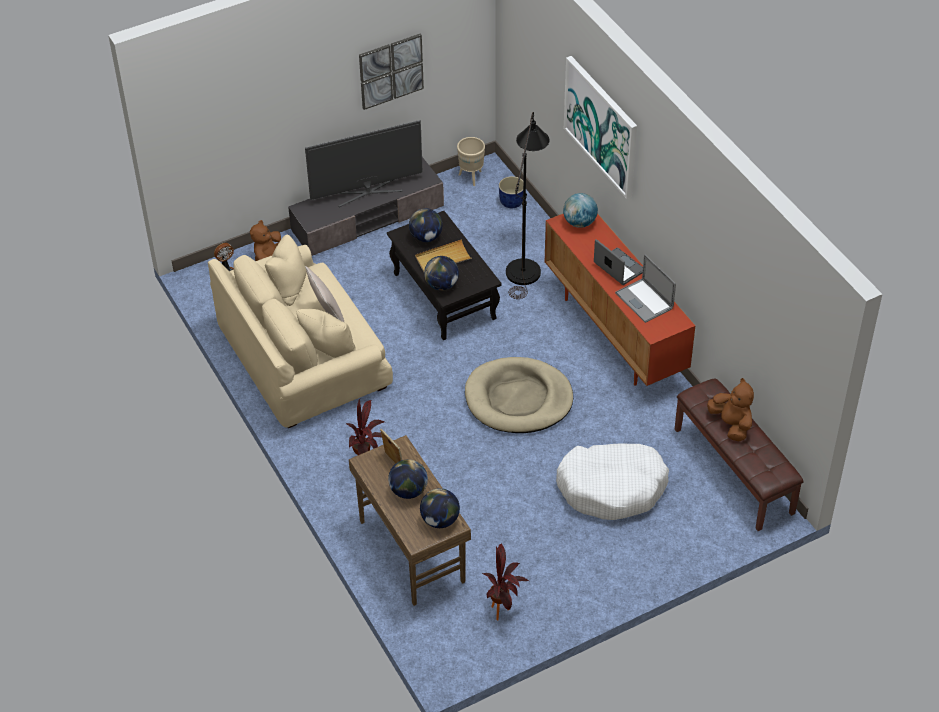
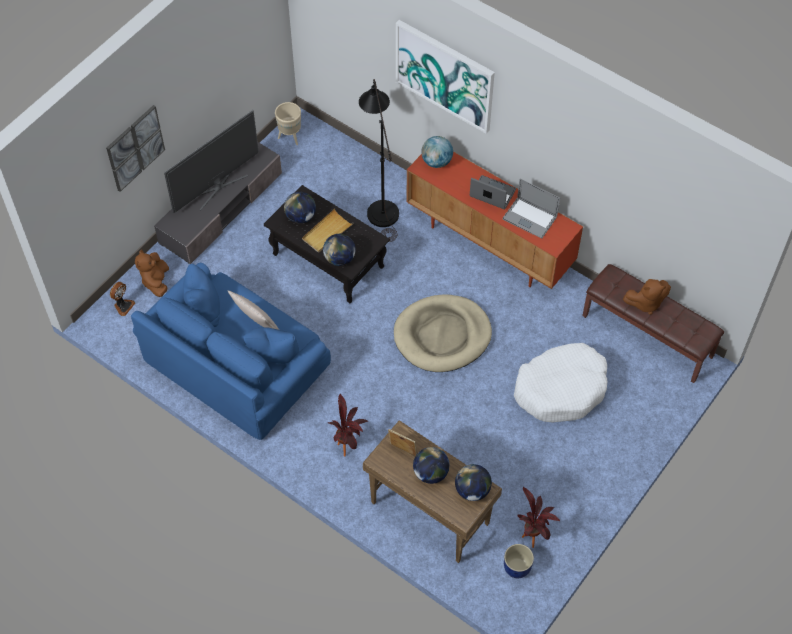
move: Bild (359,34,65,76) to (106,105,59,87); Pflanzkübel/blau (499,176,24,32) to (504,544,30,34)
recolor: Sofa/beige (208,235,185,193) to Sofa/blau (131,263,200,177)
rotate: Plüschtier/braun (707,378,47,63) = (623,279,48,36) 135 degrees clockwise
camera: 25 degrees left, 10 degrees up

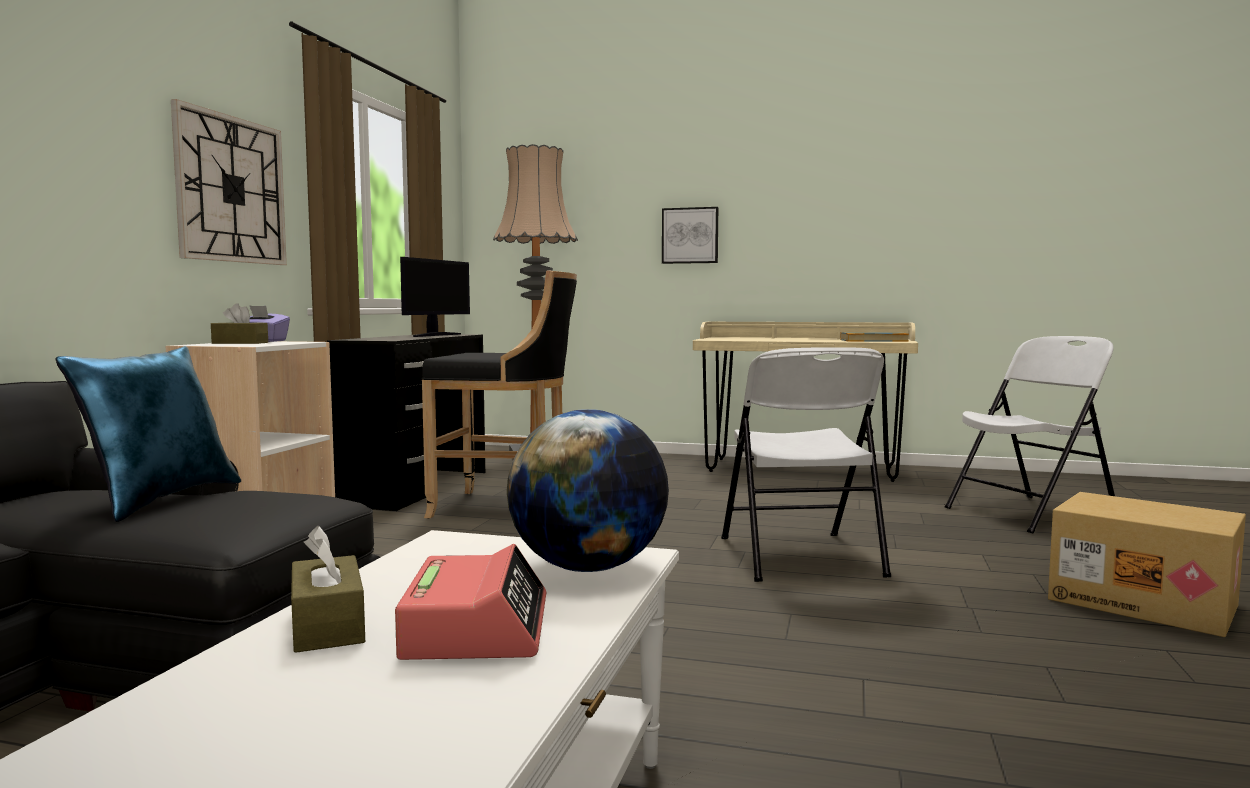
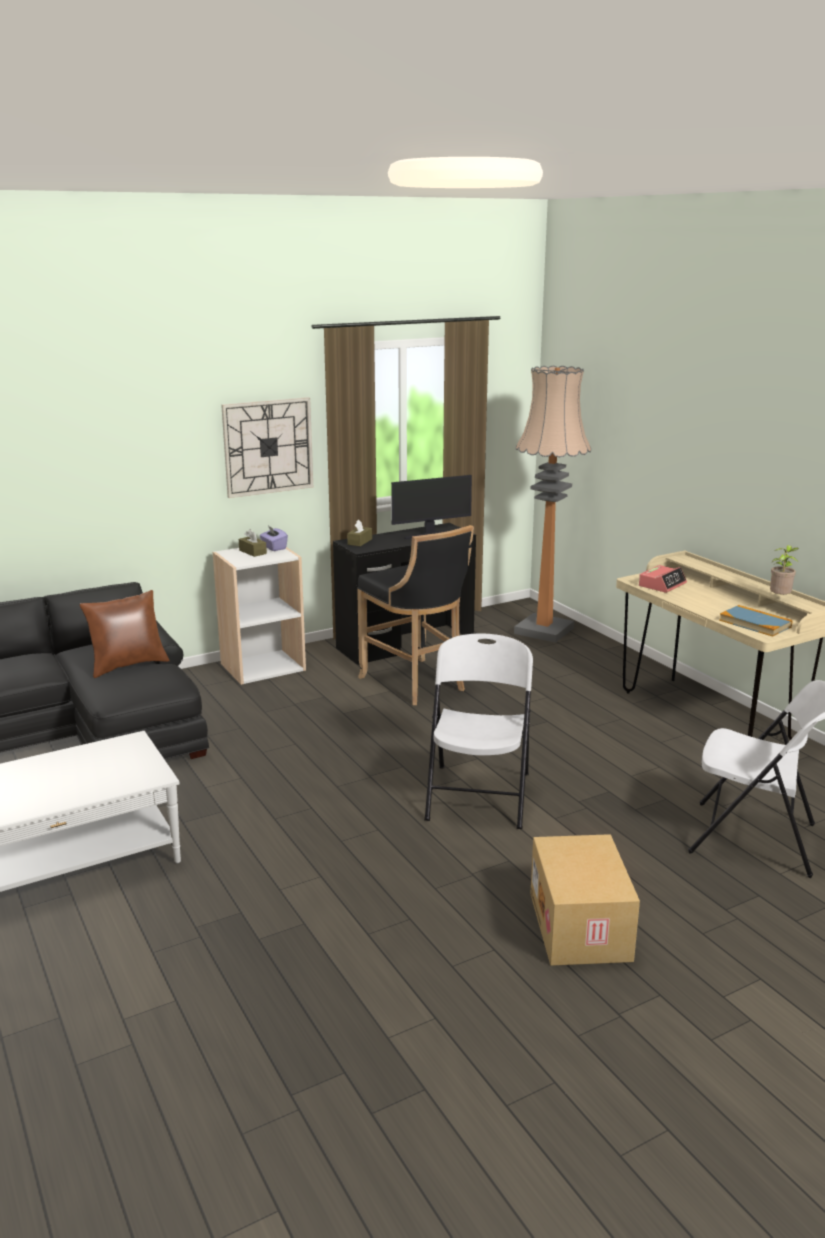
delete: Globus (507,409,162,163); Bild (662,207,56,57)
insert: Topfpflanze (770,545,29,50)
move: Taschentuchbox/braun (291,526,74,127) to (347,519,25,27); Wecker (395,544,151,116) to (639,565,48,28)
recolor: Kissen/blau (56,346,185,176) to Kissen/braun (79,590,91,88)
rotate: Stuhl/weiß (721,347,170,235) = (424,634,109,195) 150 degrees clockwise
camera: 45 degrees right, 15 degrees up

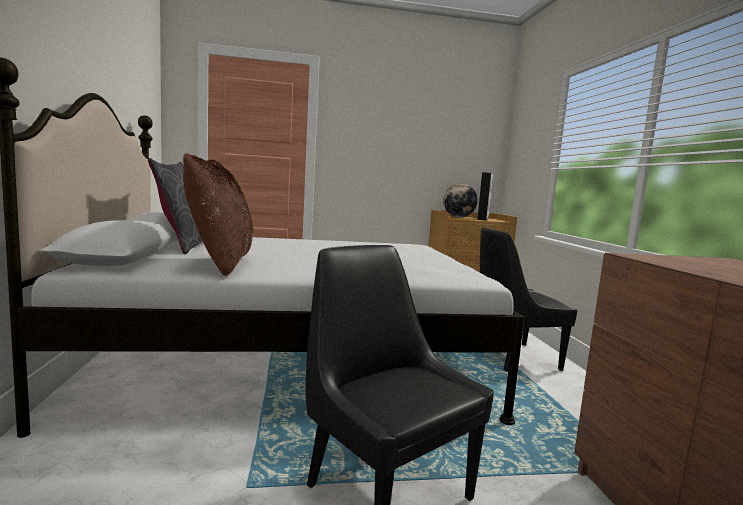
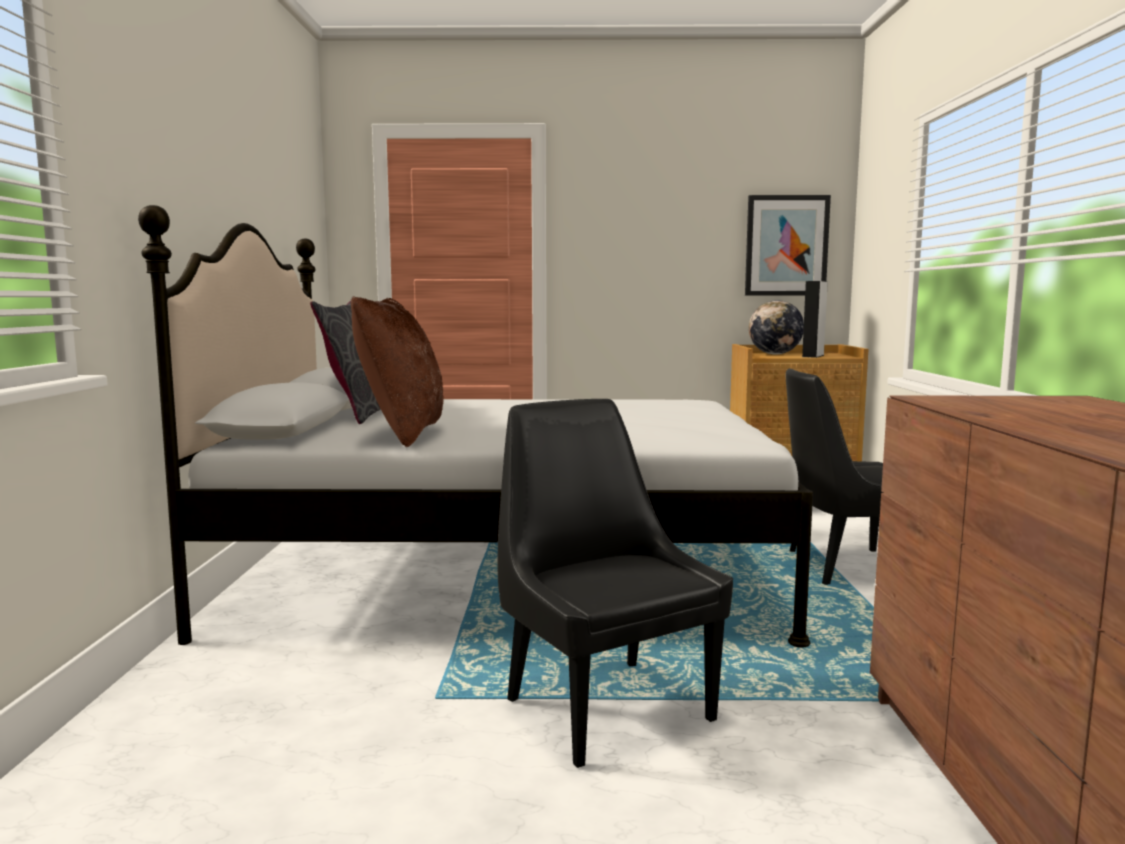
insert: Bild (745,195,86,101)
camera: 10 degrees right, 0 degrees up

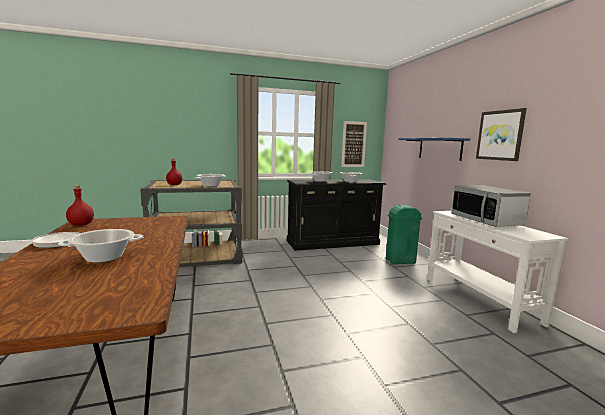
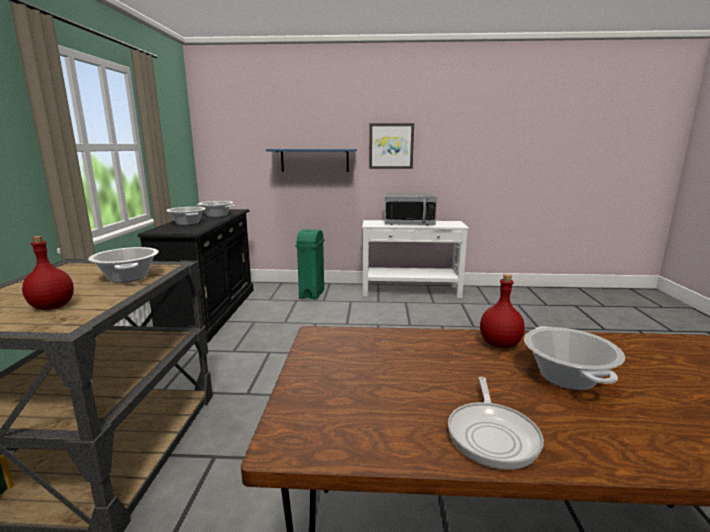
delete: Bild (341,121,26,46)
move: Flasche/rot (66,185,28,41) to (480,274,45,74)
camera: 70 degrees left, 5 degrees up

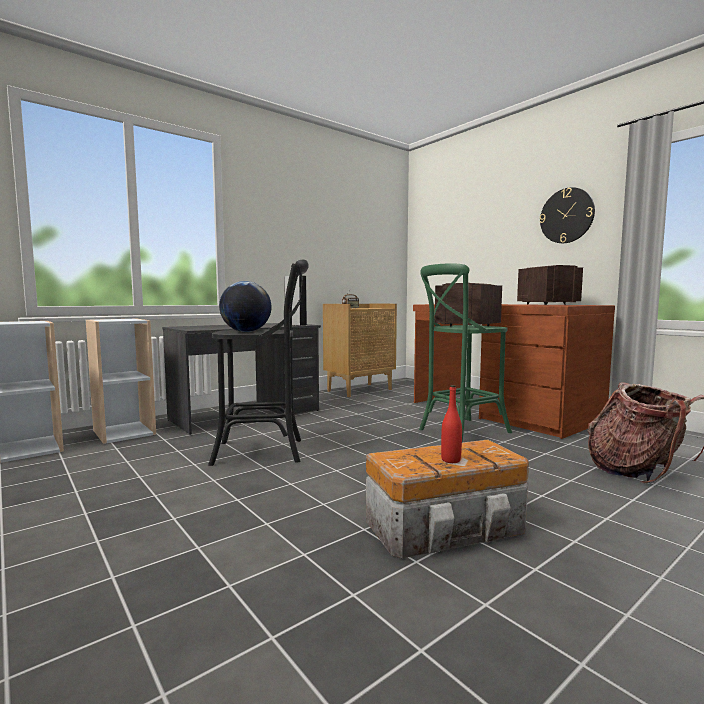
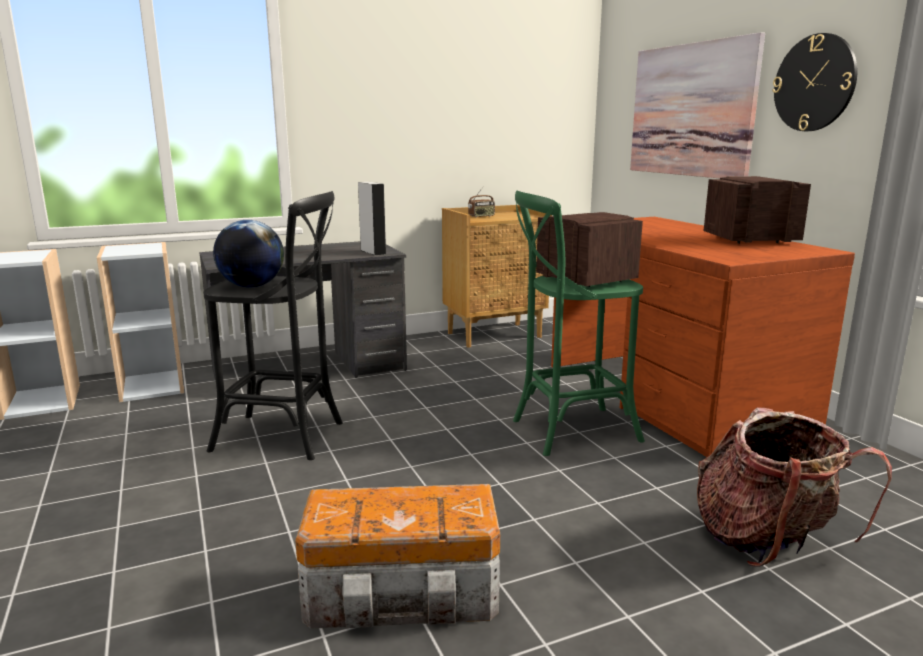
delete: Flasche/rot (441,385,21,78)
insert: Bild (630,32,135,146)
camera: 15 degrees right, 10 degrees up

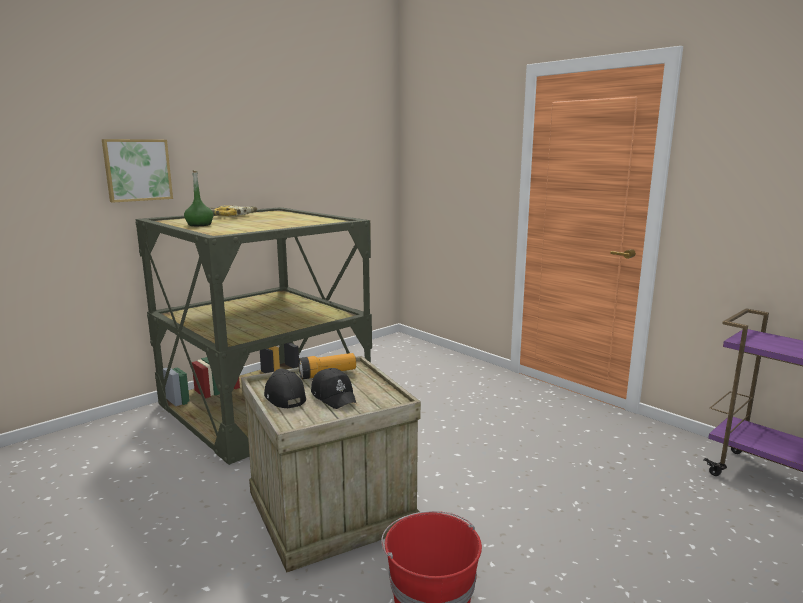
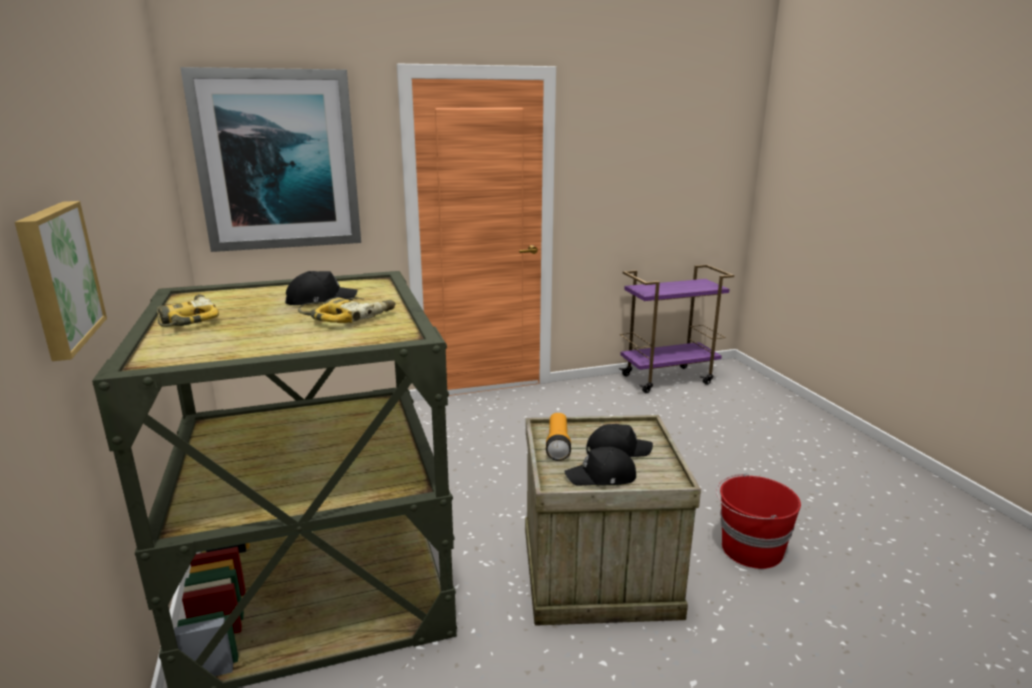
delete: Flasche/grün (184,170,30,56)
insert: Bild (180,67,181,185); Kappe/schwarz (285,271,73,34); Bohrmaschine (298,297,97,26)
camera: 65 degrees left, 5 degrees up

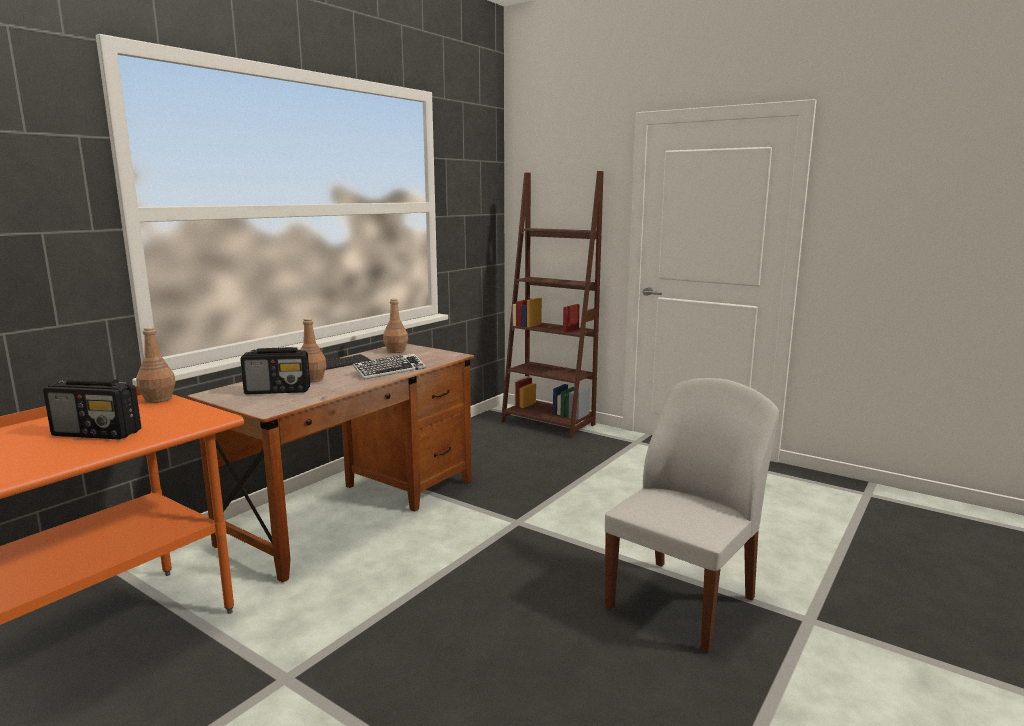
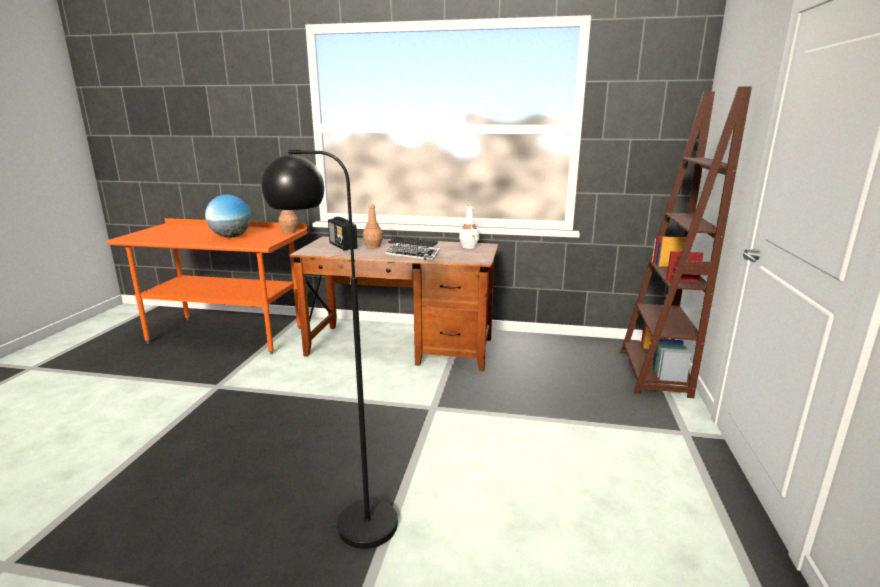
replace: Radio (43,377,98,62) to Globus (205,194,46,43); Stuhl/weiß (605,378,174,275) to Stehlampe/schwarz (261,150,137,399)
recolor: Flasche/braun (383,298,25,55) to Flasche/weiß (459,204,20,45)
camera: 65 degrees right, 5 degrees up

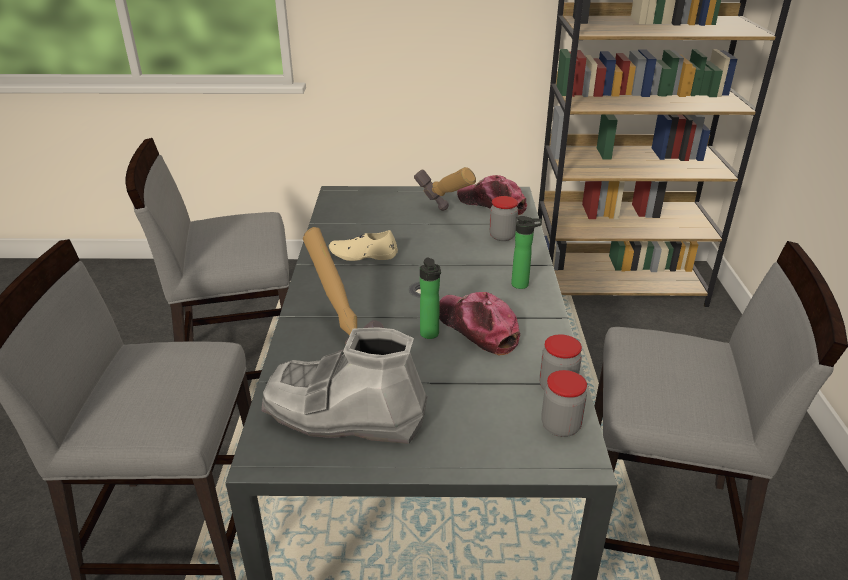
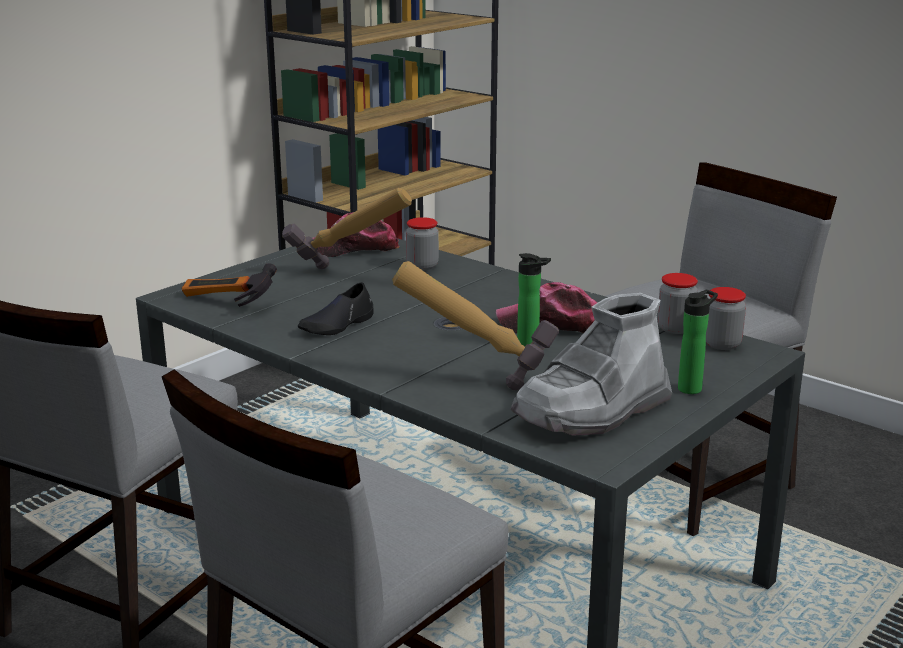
insert: Hammer (181,263,96,44)
move: Flasche (511,216,31,73) to (678,290,40,104)
recolor: Schuh/beige (329,230,69,31) to Schuh/schwarz (298,282,76,53)
camera: 50 degrees left, 10 degrees down

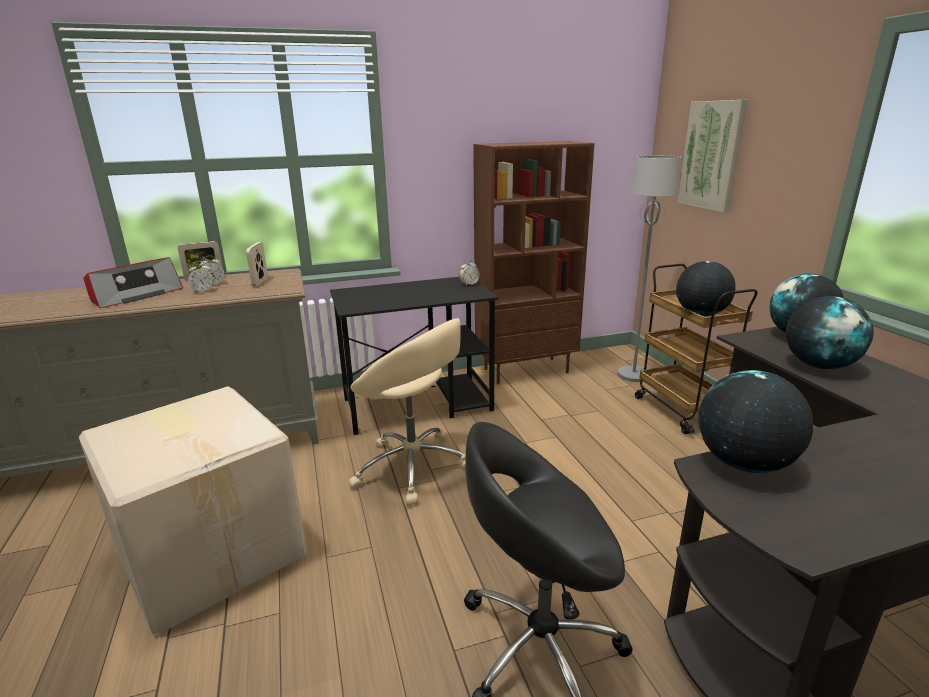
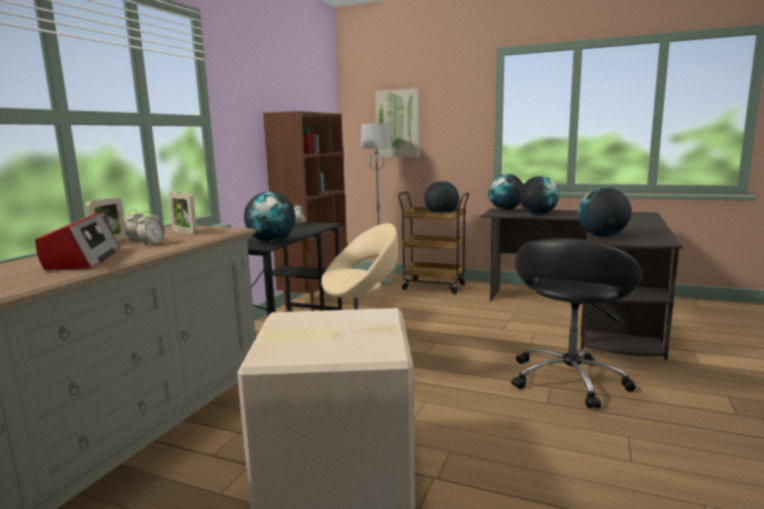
insert: Globus (244,192,51,50)
camera: 50 degrees left, 10 degrees down

